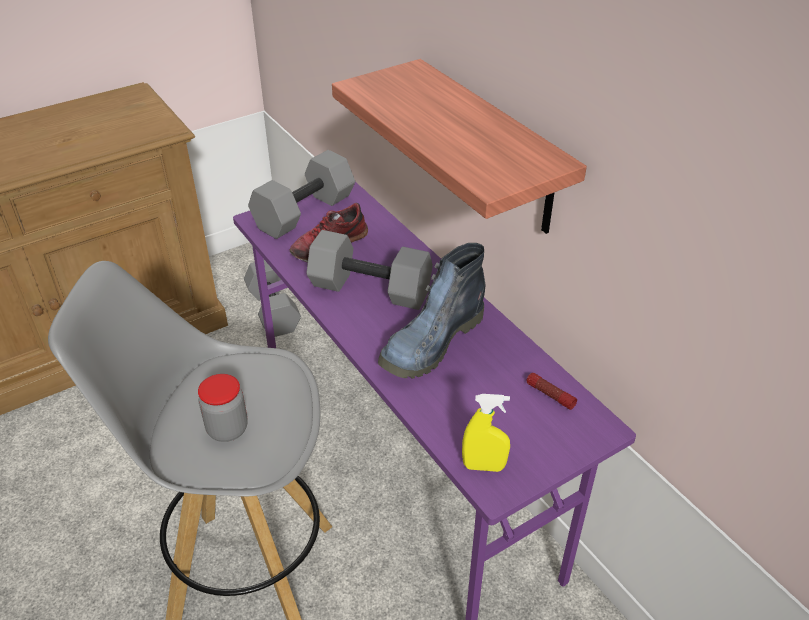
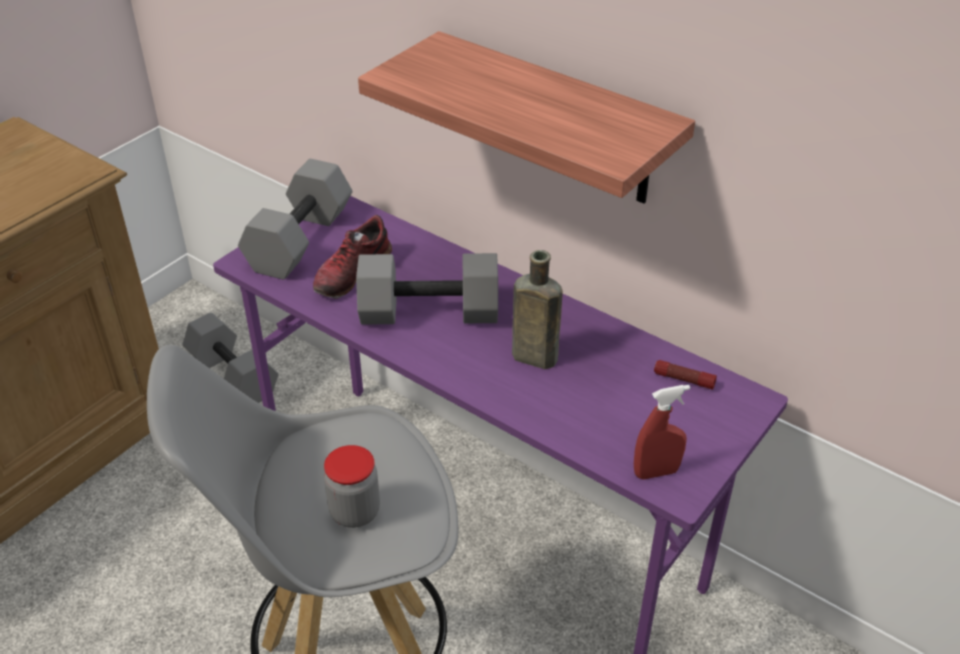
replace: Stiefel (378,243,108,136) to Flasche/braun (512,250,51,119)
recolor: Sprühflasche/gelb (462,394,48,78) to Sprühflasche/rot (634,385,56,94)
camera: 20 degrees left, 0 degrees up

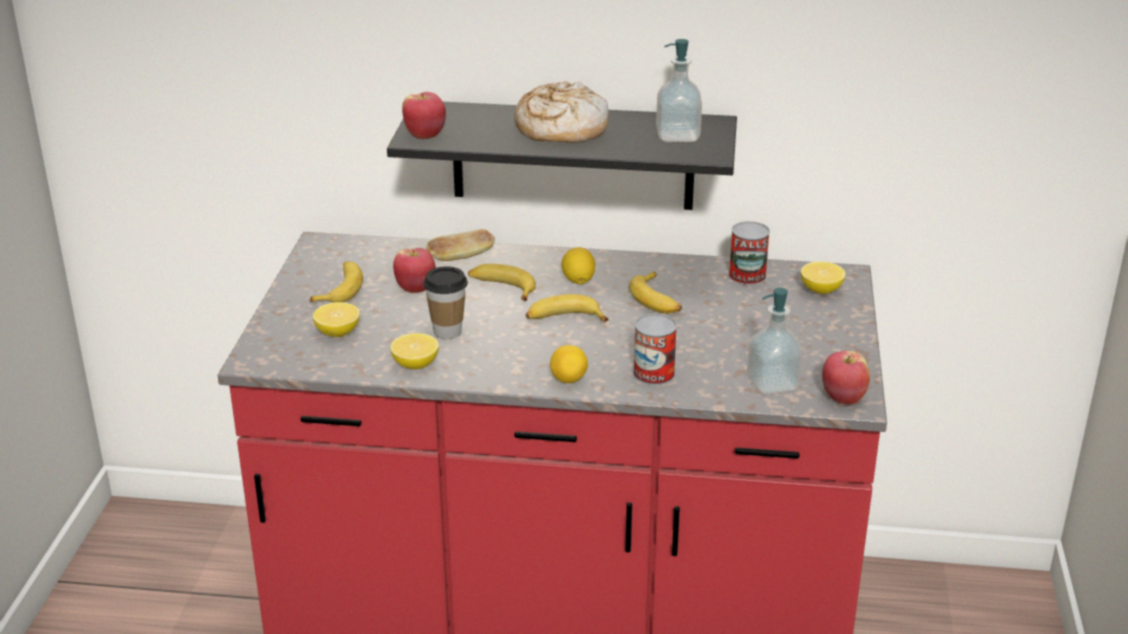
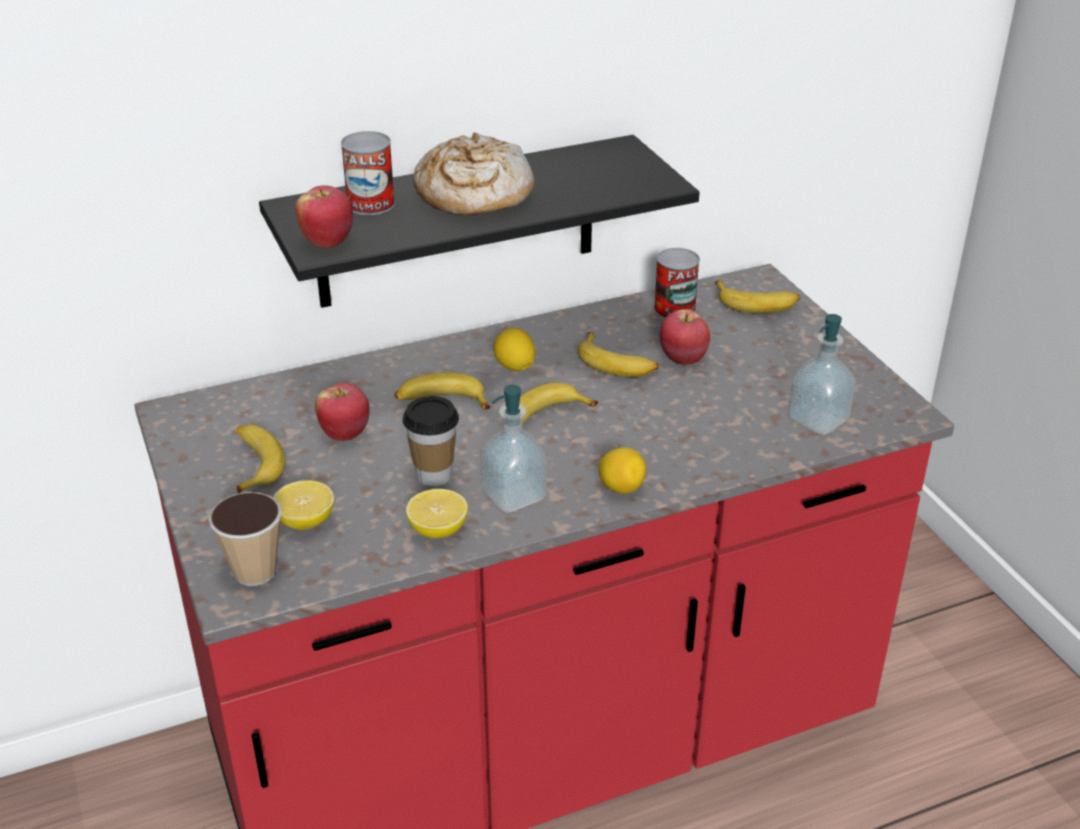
delete: Brot (426,229,69,32)
insert: Tasse (209,492,73,94)
move: Dose (633,313,44,72) to (341,131,54,84); Seifenspender (656,39,46,103) to (480,385,67,128); Apfel (822,350,48,54) to (660,309,50,56)
replace: Zitrone (801,261,45,33) to Banane (715,281,85,32)
camera: 30 degrees left, 5 degrees up

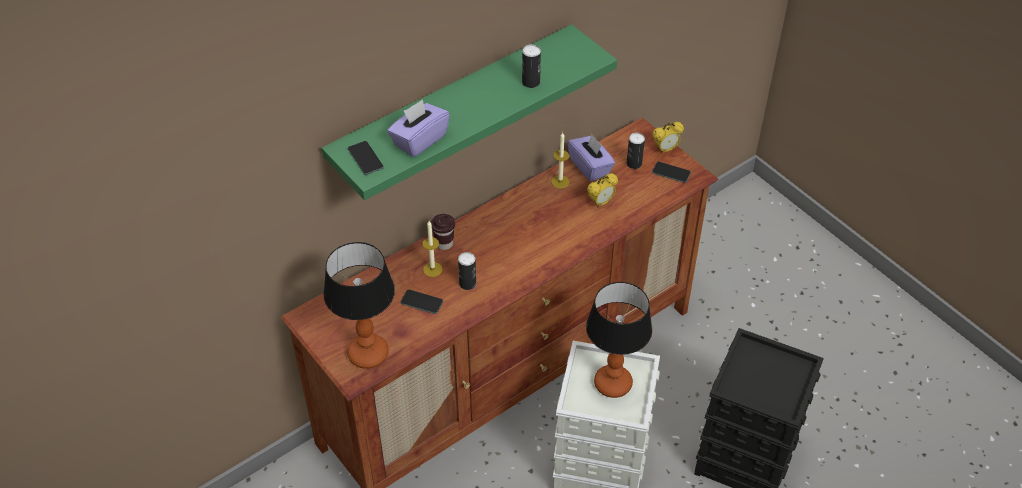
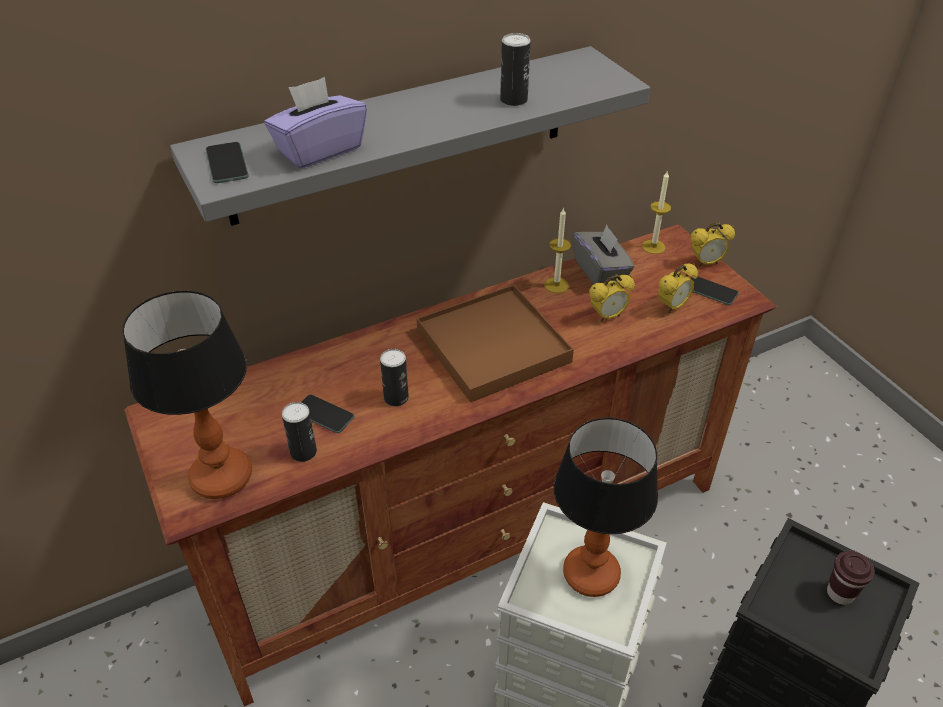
insert: Tablett/braun (417,285,157,118); Wecker (657,264,41,49)
move: Dose (626,133,19,36) to (282,402,35,60); Kerze (422,221,20,56) to (642,172,29,82); Tasse/braun (431,214,24,36) to (827,551,48,54)
recolor: Wandregal/grün (321,24,296,176) to Wandregal/grau (170,46,480,180); Taschentuchbox/lila (567,134,48,48) to Taschentuchbox/grau (573,225,61,60)
camera: 10 degrees right, 5 degrees down

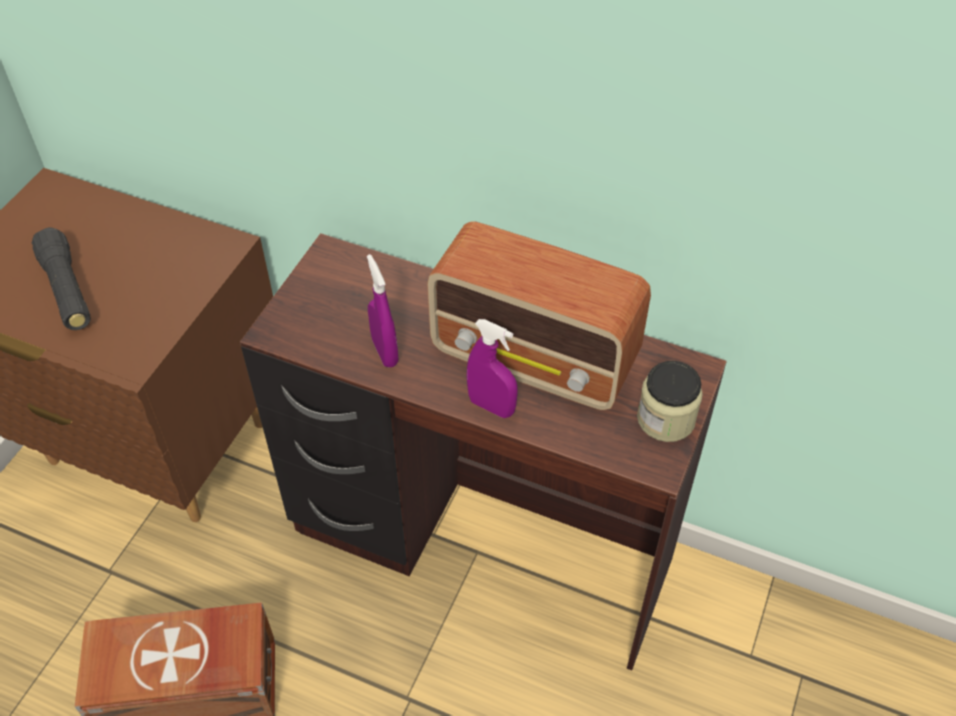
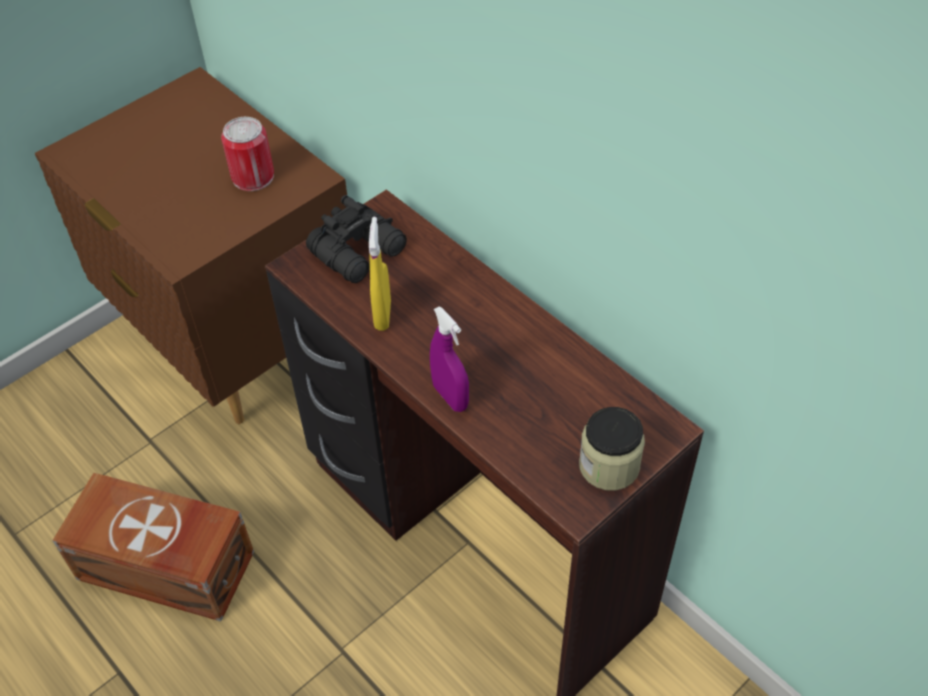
delete: Taschenlampe/schwarz (32,227,59,103); Radio (427,221,224,189)
insert: Dose (221,117,53,74); Fernglas/schwarz (306,195,101,88)
recolor: Sprühflasche/lila (367,254,31,113) to Sprühflasche/gelb (369,217,22,114)
camera: 25 degrees right, 0 degrees up

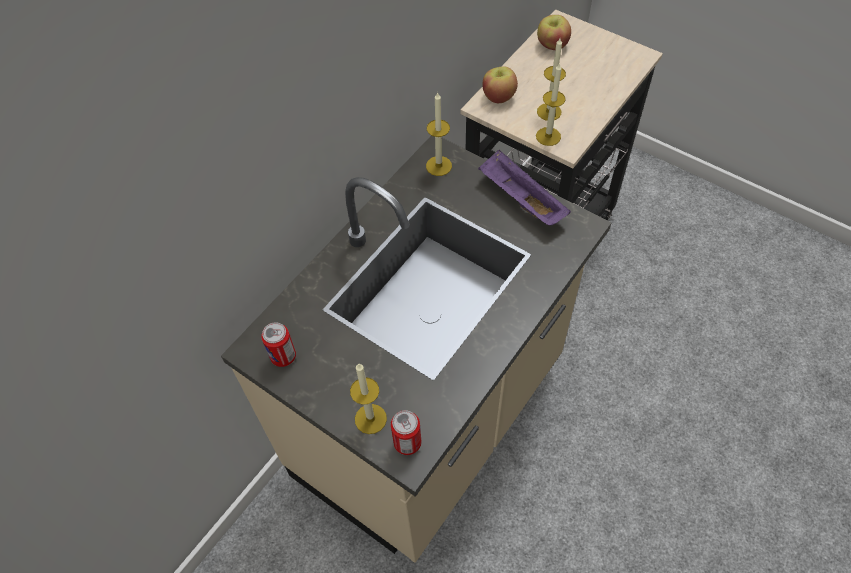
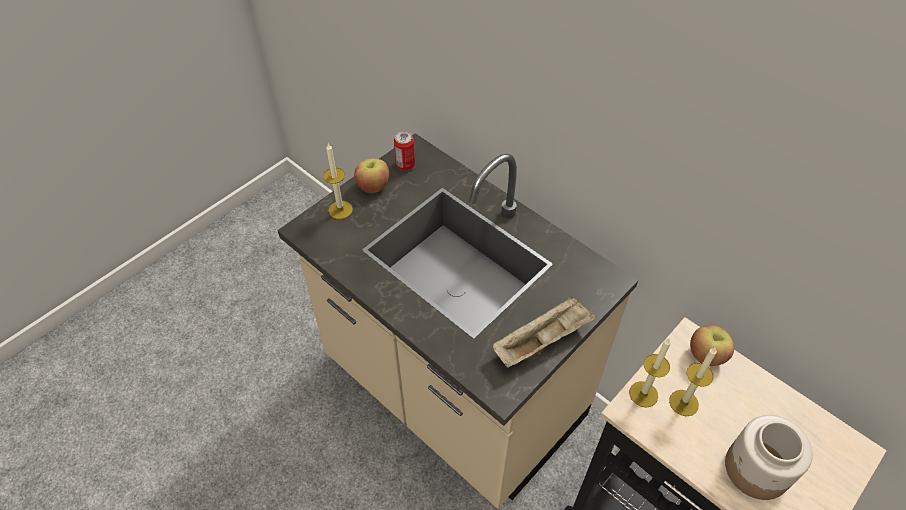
delete: Dose (391,410,30,45); Kerze (426,92,26,84)
insert: Vorratsglas (725,415,88,85)
move: Apfel (537,15,34,35) to (354,159,35,34)
recolor: Tablett/lila (478,149,93,77) to Tablett/beige (493,296,104,72)
camera: 95 degrees right, 5 degrees down

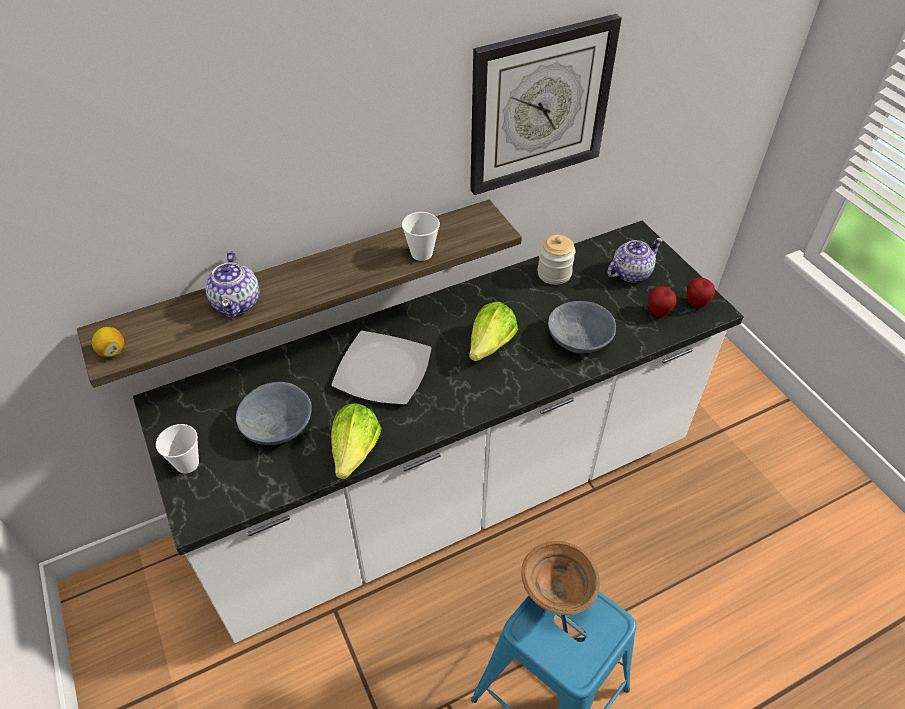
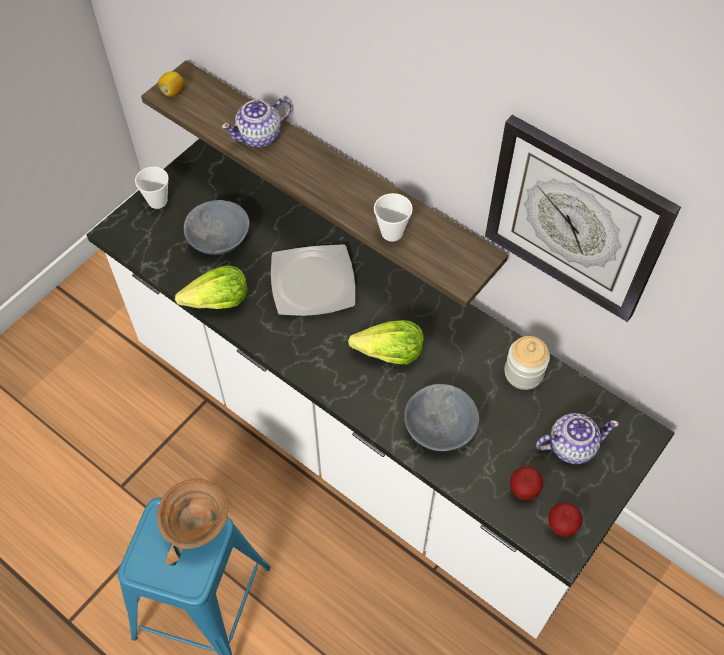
rotate: Teekanne (607,238,56,44) = (536,413,83,51) 45 degrees counterclockwise
camera: 65 degrees right, 10 degrees up

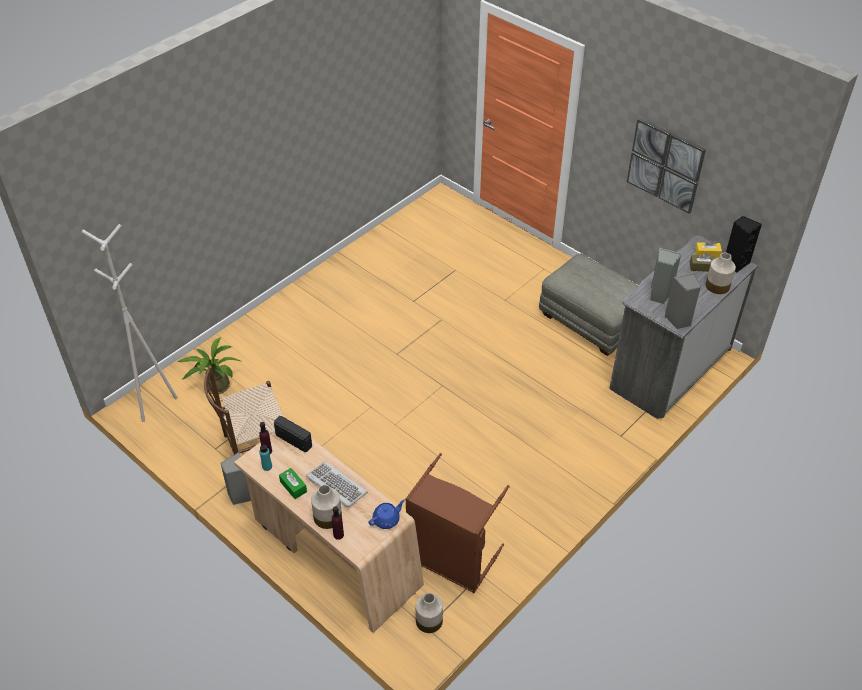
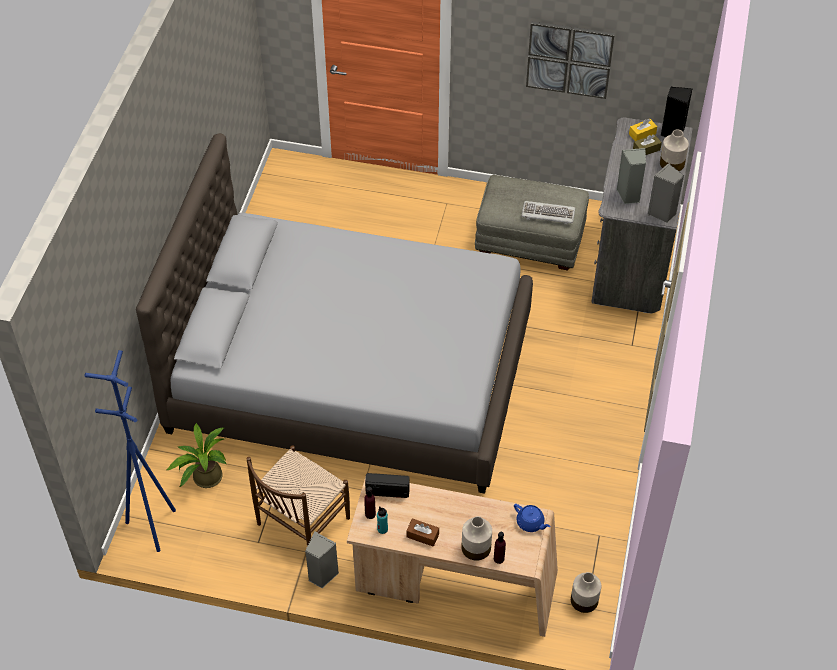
delete: Wäschekorb/braun (405,453,105,140)
insert: Bett/grau (136,133,397,361)
move: Tastatur (306,461,61,47) to (521,201,54,24)
recolor: Kleiderständer/grau (81,224,97,198) to Kleiderständer/blau (85,350,91,202); Taschentuchbox/grün (279,468,28,31) to Taschentuchbox/braun (406,518,33,29)
rotate: Teekanne/blau (368,500,37,29) = (514,504,37,28) 105 degrees clockwise
camera: 30 degrees left, 5 degrees up

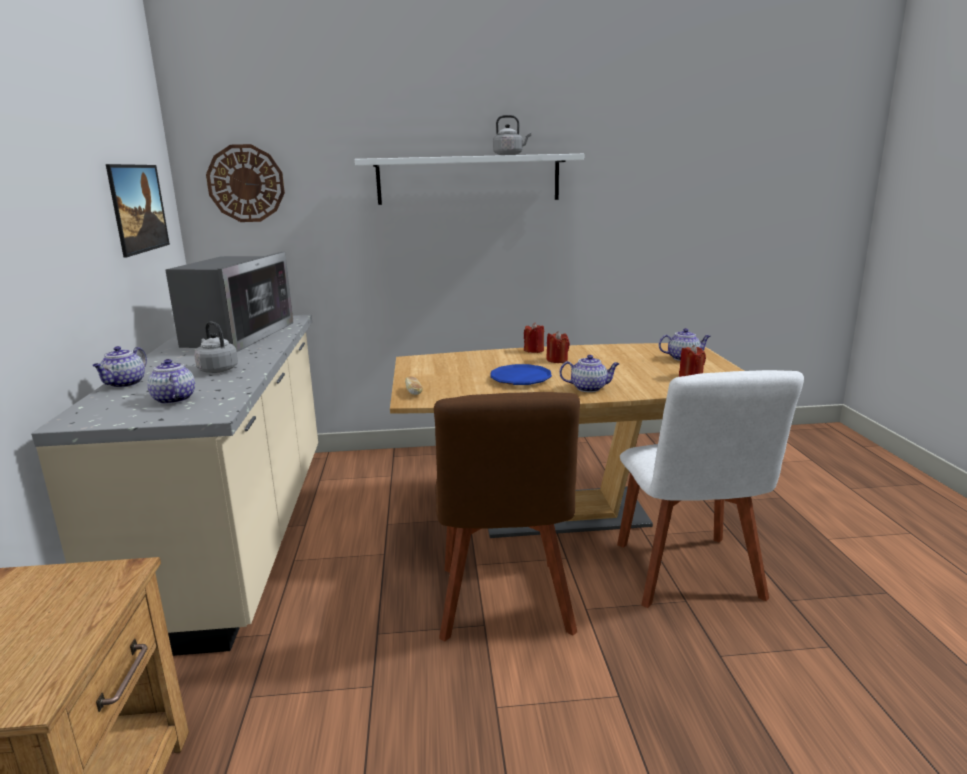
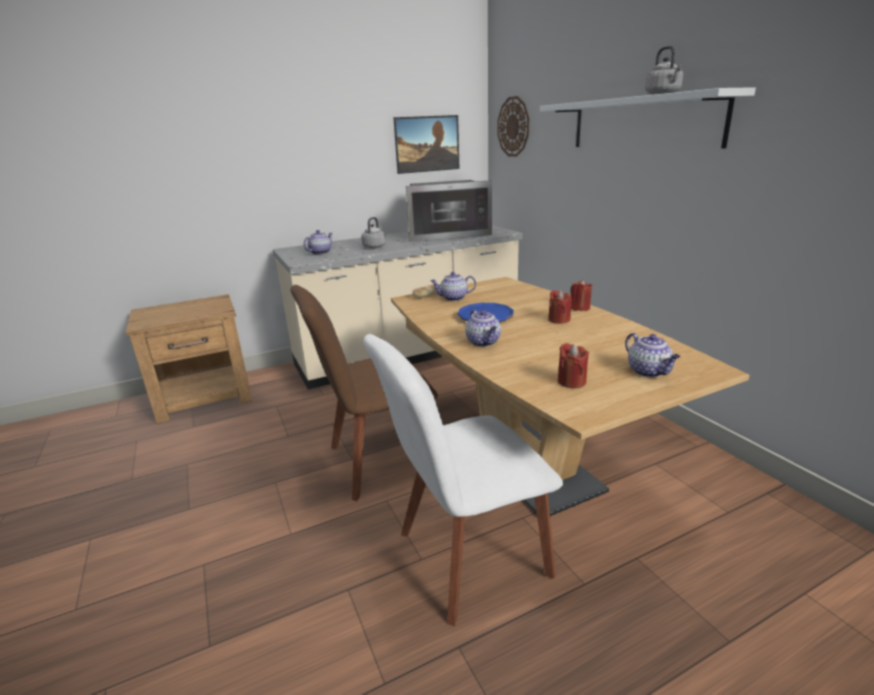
move: Teekanne (92,346,55,42) to (431,272,45,29)
camera: 70 degrees right, 5 degrees up

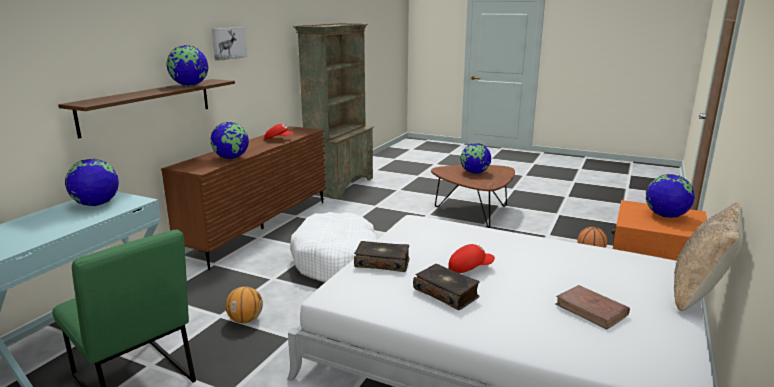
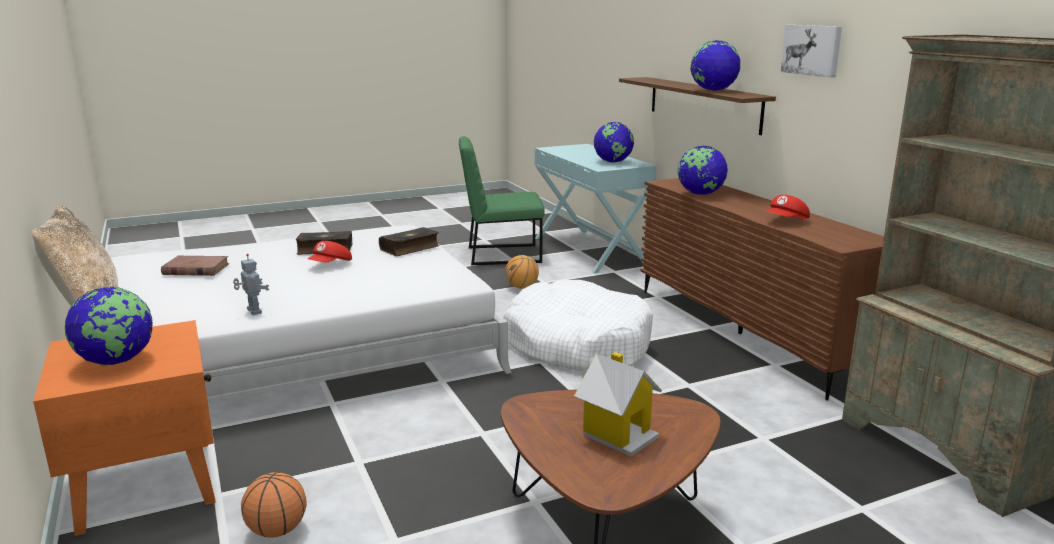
insert: Spielzeugroboter (233,254,37,61)
replace: Globus (460,143,31,31) to Spielzeughaus (574,352,88,105)
camera: 130 degrees right, 0 degrees up

